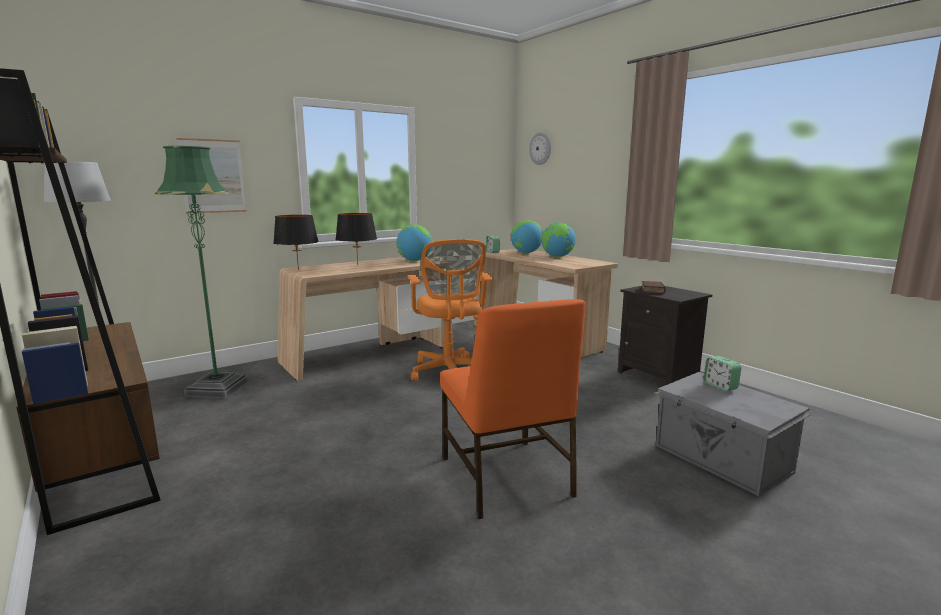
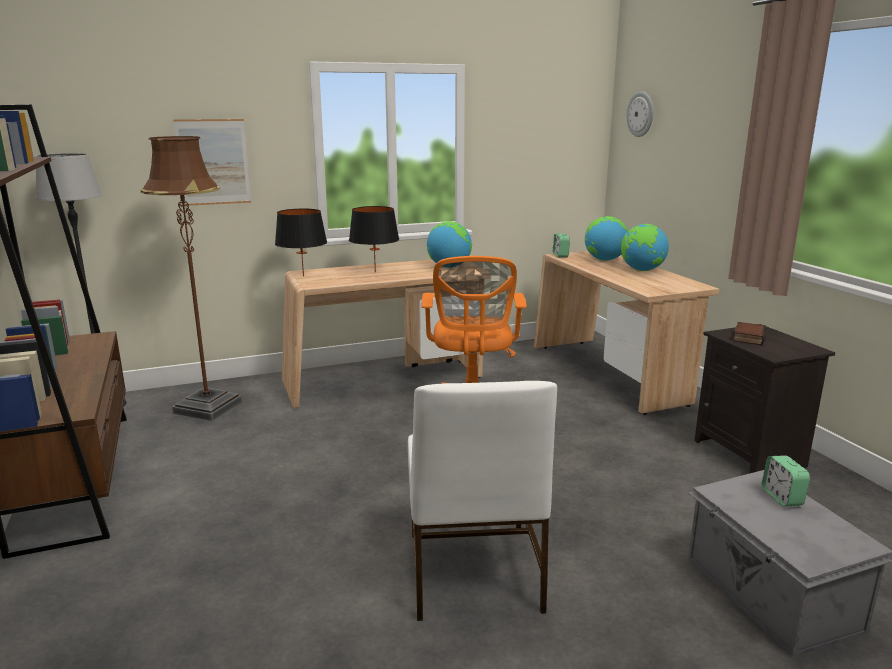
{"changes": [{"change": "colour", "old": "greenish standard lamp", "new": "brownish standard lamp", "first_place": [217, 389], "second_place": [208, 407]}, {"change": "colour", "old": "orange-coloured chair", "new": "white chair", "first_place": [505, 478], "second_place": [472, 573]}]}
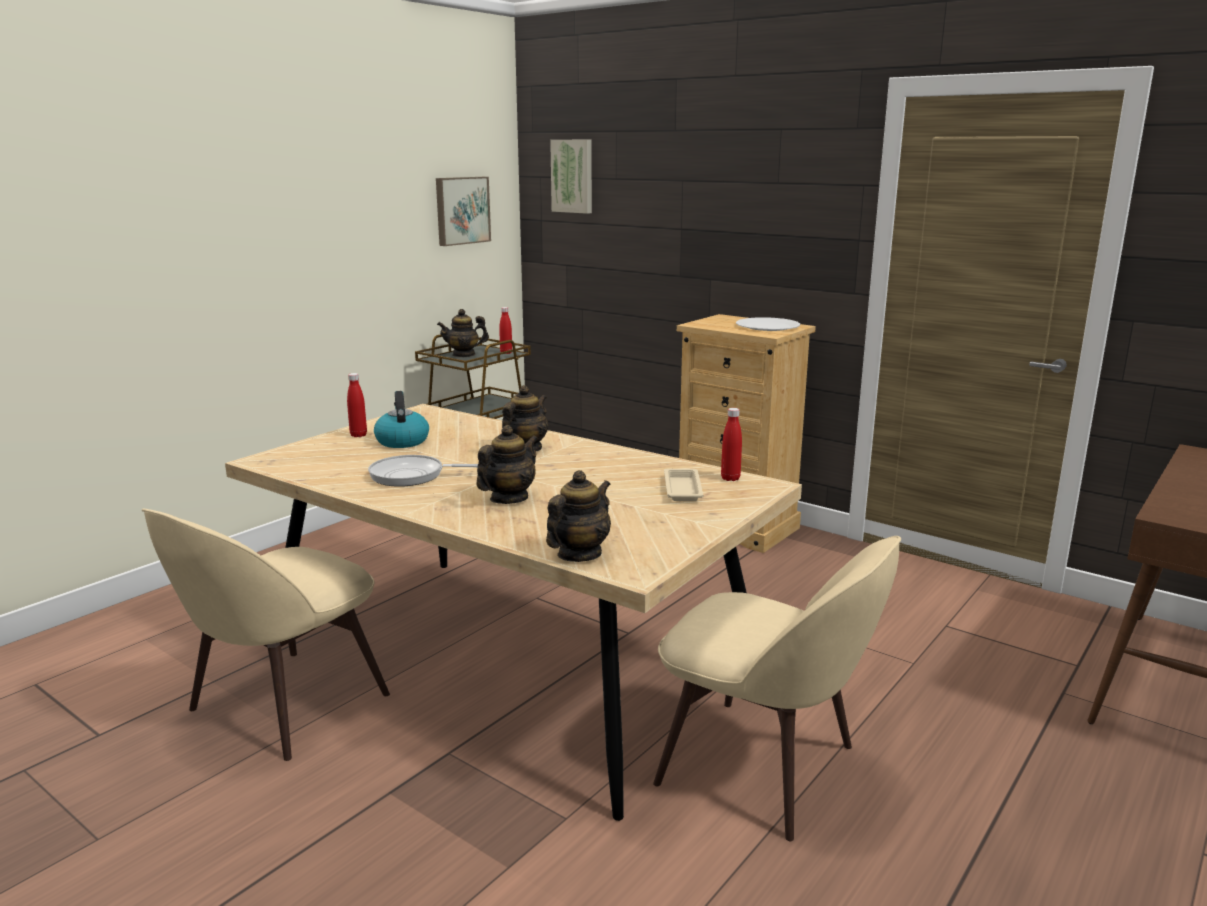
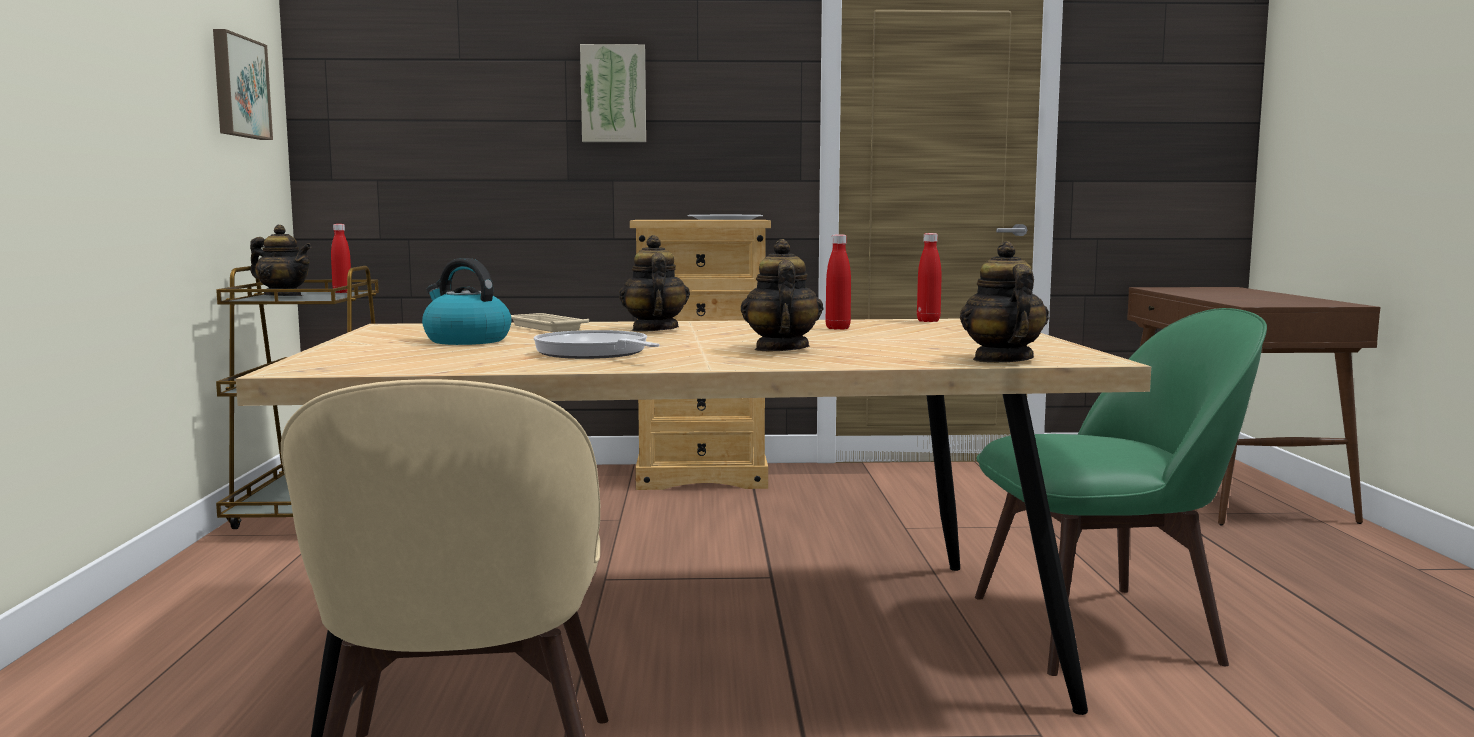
{"changes": [{"change": "relocated", "old": "red-coloured bottle", "first_place": [358, 435], "second_place": [837, 328]}, {"change": "relocated", "old": "wall picture", "first_place": [573, 176], "second_place": [613, 94]}, {"change": "relocated", "old": "beige tray", "first_place": [682, 488], "second_place": [545, 327]}, {"change": "colour", "old": "beige chair", "new": "greenish chair", "first_place": [764, 768], "second_place": [1103, 628]}, {"change": "spun", "old": "pan", "first_place": [411, 476], "second_place": [595, 353], "degrees": 90}, {"change": "spun", "old": "teapot", "first_place": [464, 355], "second_place": [283, 296], "degrees": -105}]}
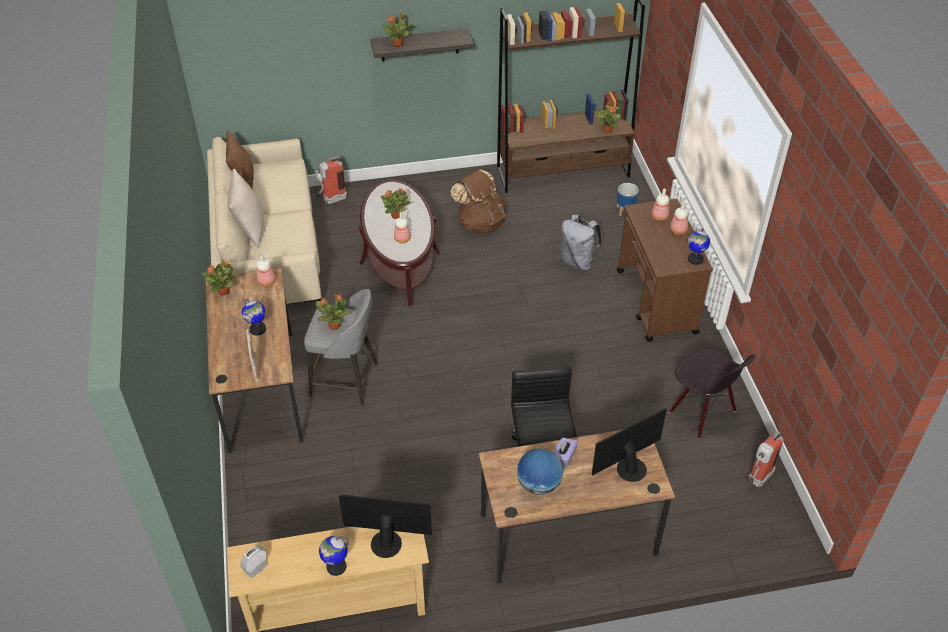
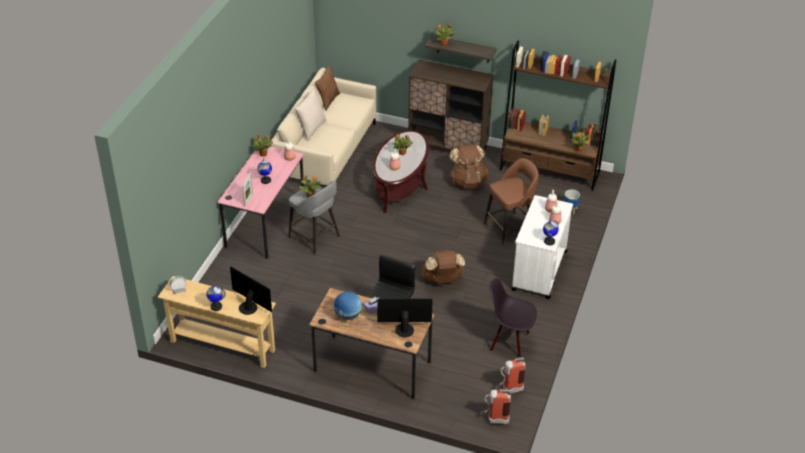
{"changes": [{"change": "appeared", "new": "brownish cupboard", "second_place": [448, 147]}, {"change": "appeared", "new": "brownish backpack", "second_place": [442, 280]}, {"change": "relocated", "old": "extinguisher", "first_place": [331, 200], "second_place": [494, 420]}, {"change": "exchanged", "old": "grey backpack", "new": "brownish sitting stool", "first_place": [577, 261], "second_place": [510, 228]}, {"change": "colour", "old": "brownish desk table", "new": "pinkish desk table", "first_place": [261, 390], "second_place": [265, 223]}, {"change": "colour", "old": "brownish cart", "new": "white cart", "first_place": [656, 302], "second_place": [539, 271]}, {"change": "spun", "old": "black-coloured chair", "first_place": [702, 412], "second_place": [510, 341], "degrees": 120}]}
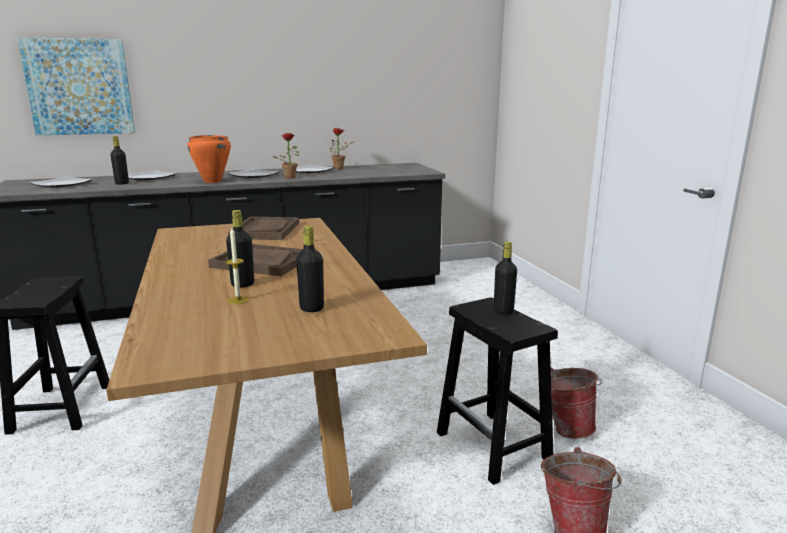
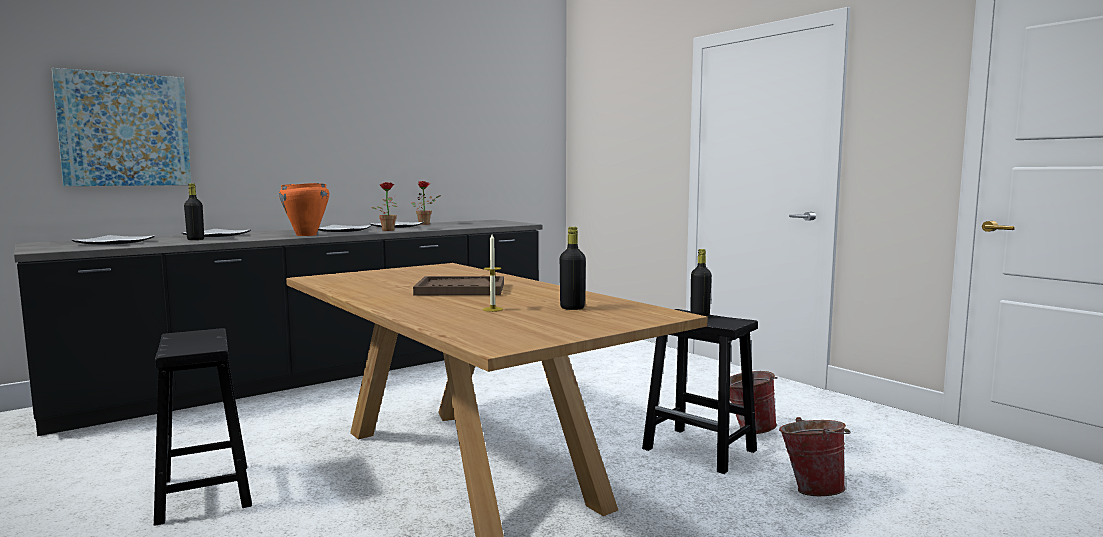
{"changes": [{"change": "missing", "old": "black-coloured bottle", "first_place": [242, 284]}, {"change": "missing", "old": "brownish tray", "first_place": [265, 230]}]}
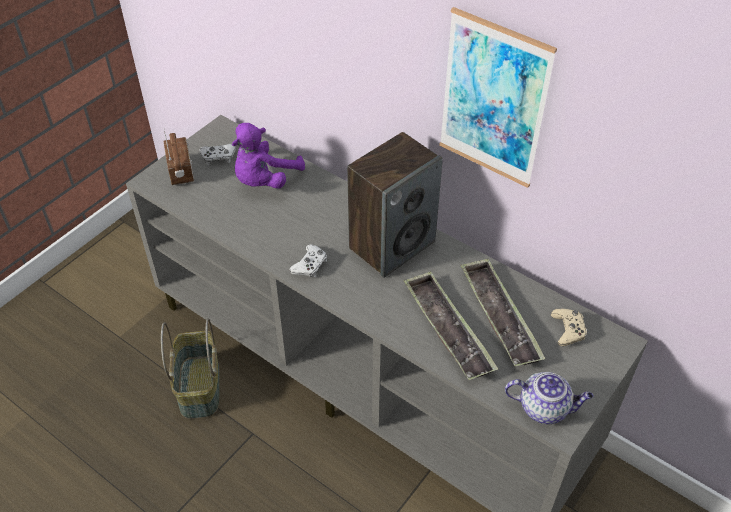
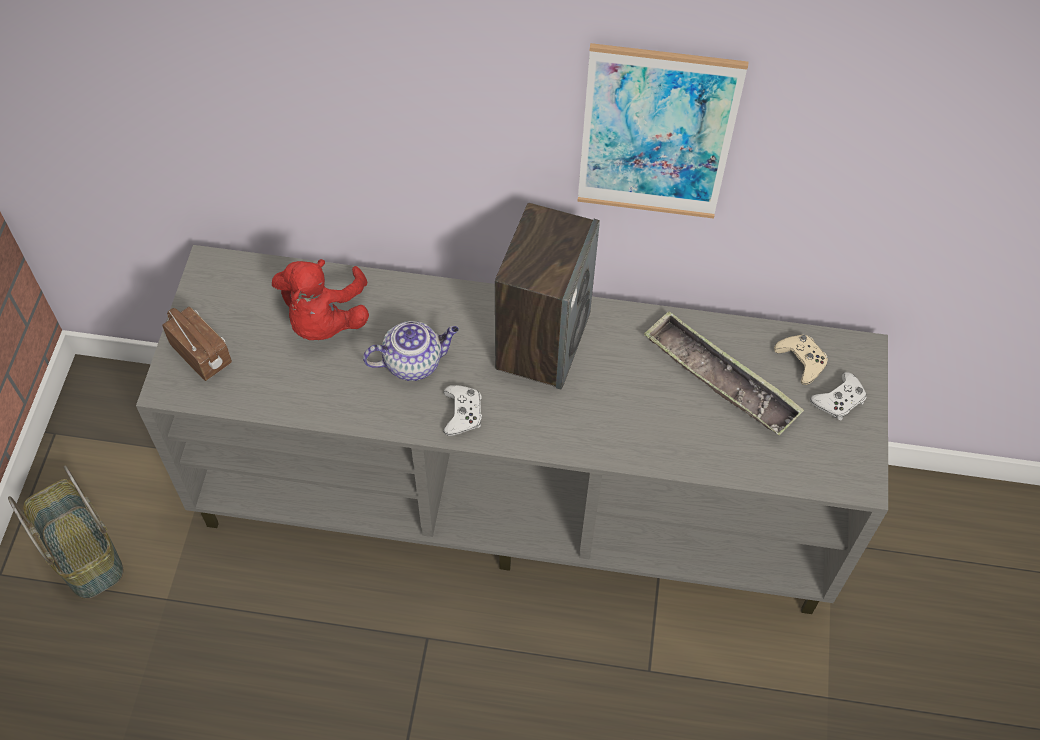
{"changes": [{"change": "missing", "old": "tray", "first_place": [447, 329]}, {"change": "relocated", "old": "basket", "first_place": [198, 386], "second_place": [81, 552]}, {"change": "relocated", "old": "white gamepad", "first_place": [218, 157], "second_place": [839, 400]}, {"change": "relocated", "old": "teapot", "first_place": [545, 408], "second_place": [414, 362]}, {"change": "colour", "old": "purplish soft toy", "new": "red-coloured soft toy", "first_place": [264, 180], "second_place": [323, 319]}]}
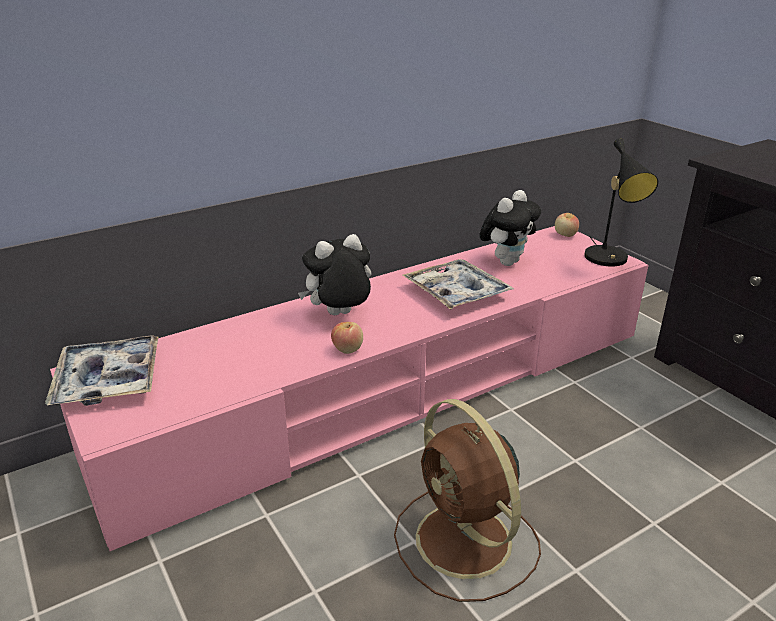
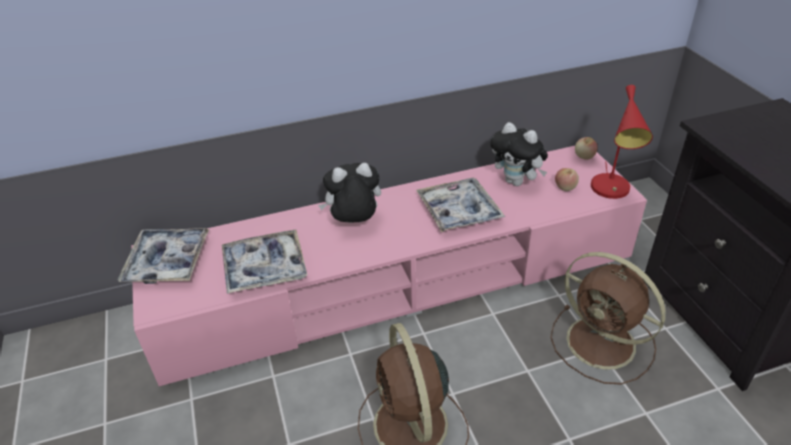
{"changes": [{"change": "appeared", "new": "tray", "second_place": [264, 268]}, {"change": "appeared", "new": "brownish electric fan", "second_place": [603, 344]}, {"change": "relocated", "old": "whole apple", "first_place": [347, 349], "second_place": [565, 187]}, {"change": "colour", "old": "black-coloured table lamp", "new": "red-coloured table lamp", "first_place": [609, 260], "second_place": [612, 191]}, {"change": "spun", "old": "soft toy", "first_place": [506, 261], "second_place": [517, 182], "degrees": 75}]}
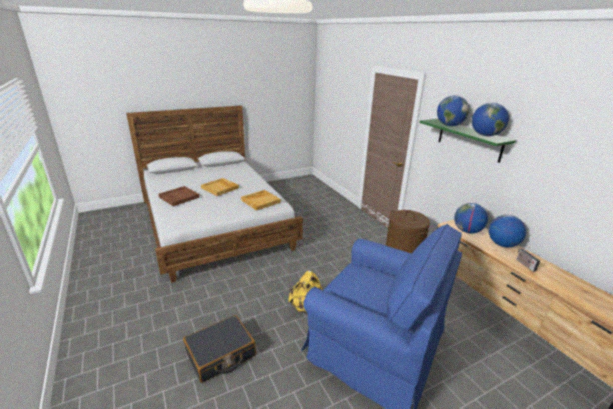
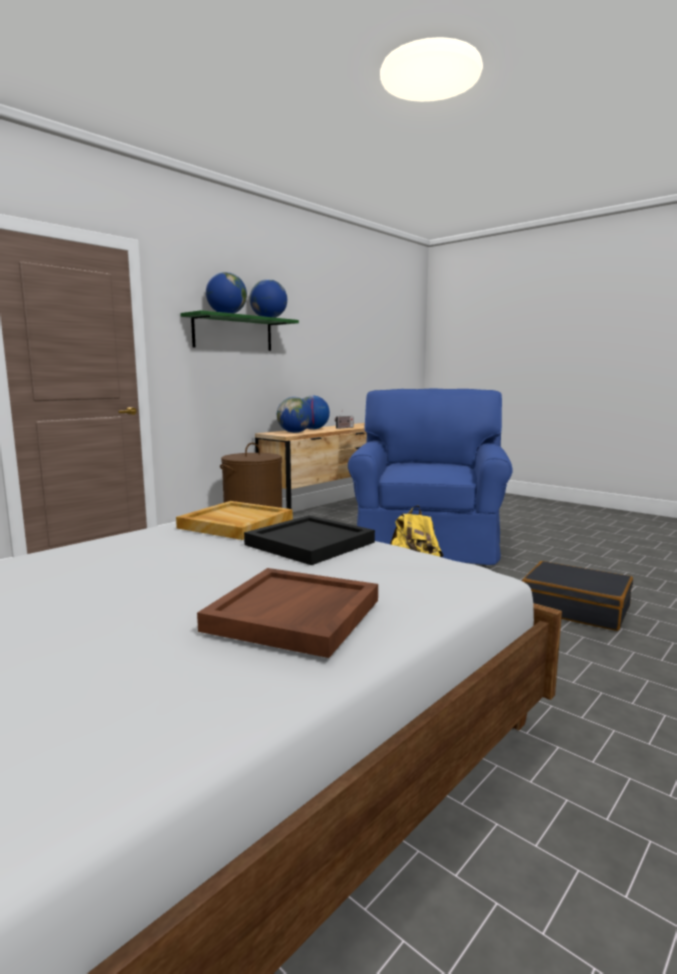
{"changes": [{"change": "missing", "old": "beige tray", "first_place": [220, 188]}, {"change": "appeared", "new": "black-coloured tray", "second_place": [308, 543]}]}
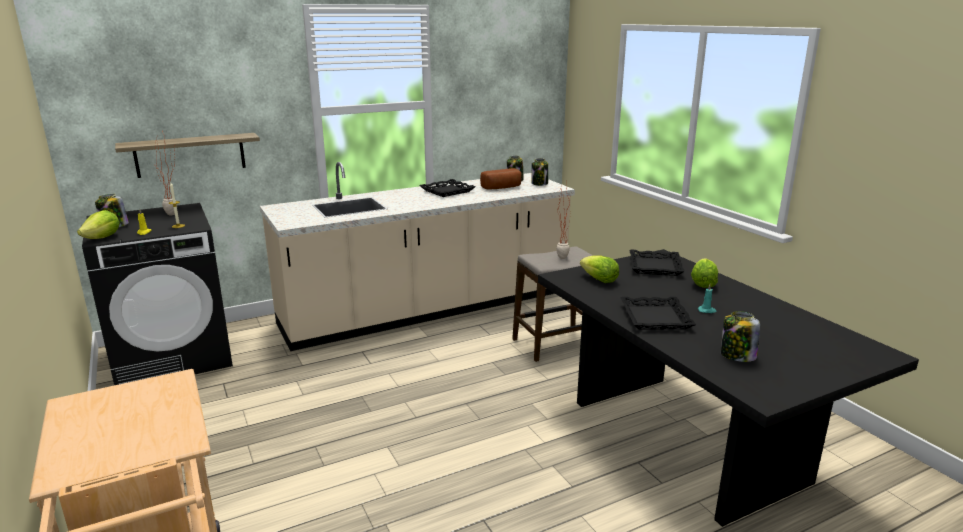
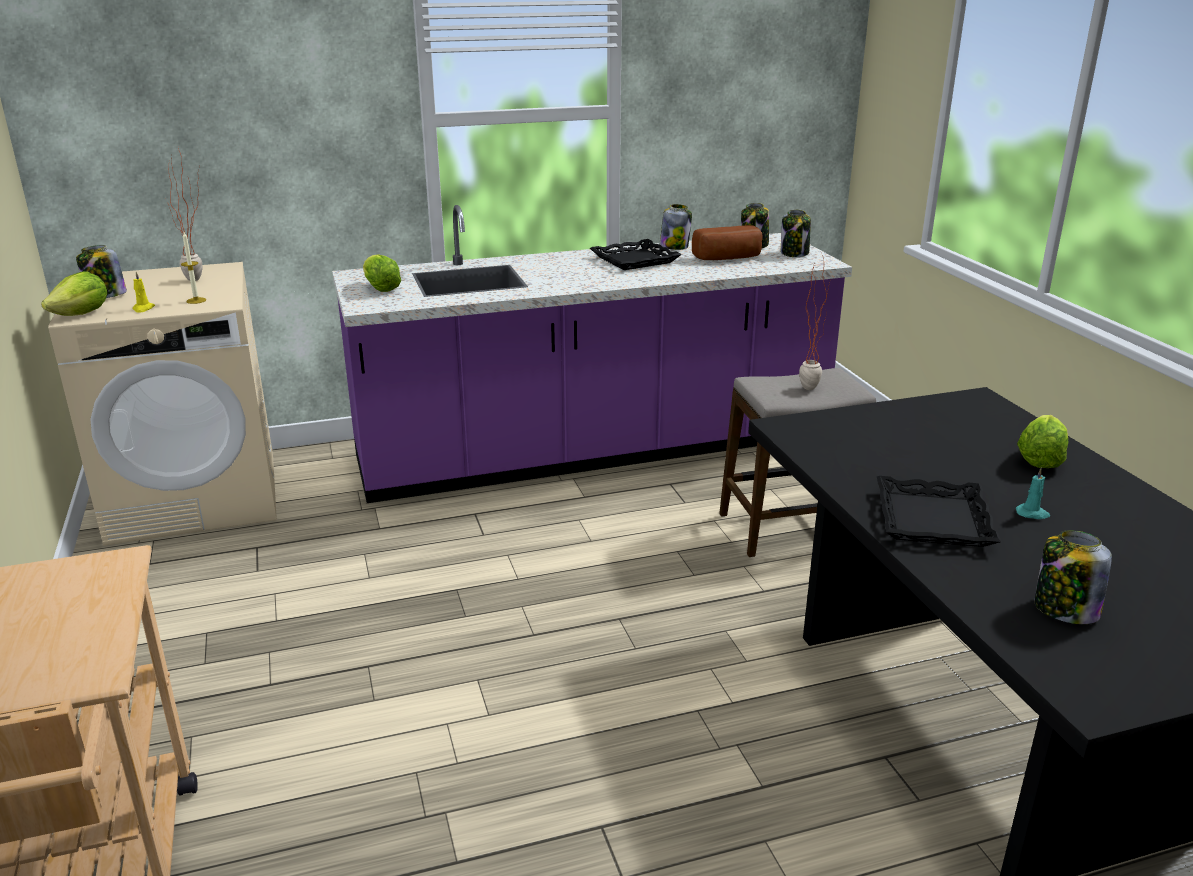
{"changes": [{"change": "missing", "old": "wall shelf", "first_place": [190, 155]}, {"change": "missing", "old": "black-coloured tray", "first_place": [654, 267]}, {"change": "appeared", "new": "jar", "second_place": [674, 247]}, {"change": "relocated", "old": "head of lettuce", "first_place": [599, 280], "second_place": [381, 288]}, {"change": "colour", "old": "black-coloured laundry machine", "new": "beige laundry machine", "first_place": [173, 356], "second_place": [196, 496]}, {"change": "colour", "old": "beige counter", "new": "purplish counter", "first_place": [428, 309], "second_place": [594, 451]}]}
